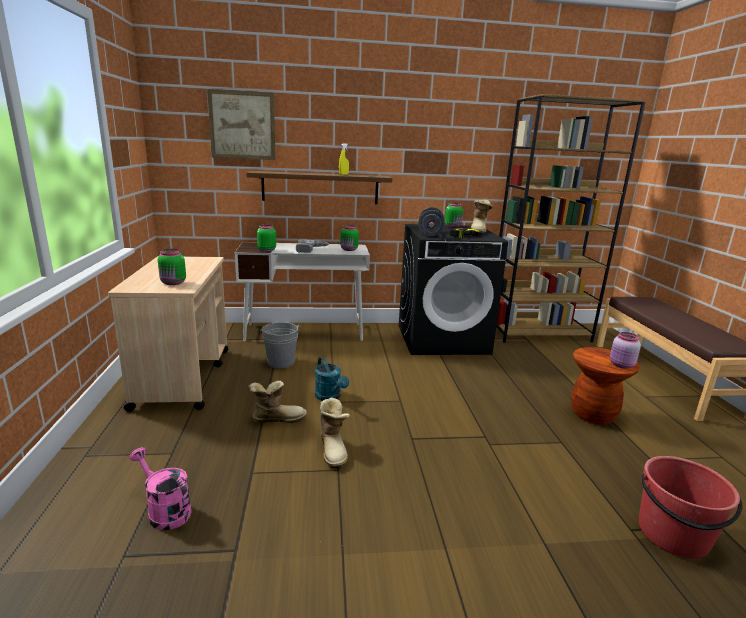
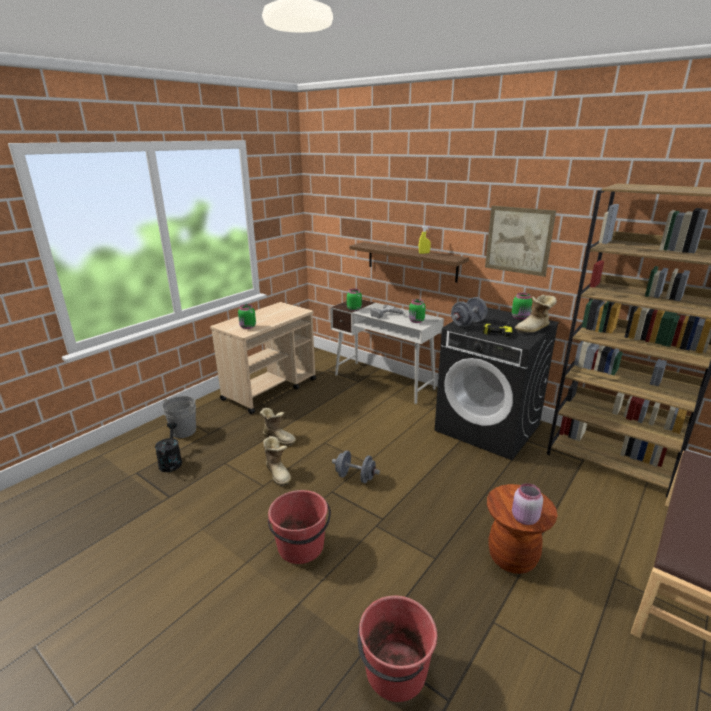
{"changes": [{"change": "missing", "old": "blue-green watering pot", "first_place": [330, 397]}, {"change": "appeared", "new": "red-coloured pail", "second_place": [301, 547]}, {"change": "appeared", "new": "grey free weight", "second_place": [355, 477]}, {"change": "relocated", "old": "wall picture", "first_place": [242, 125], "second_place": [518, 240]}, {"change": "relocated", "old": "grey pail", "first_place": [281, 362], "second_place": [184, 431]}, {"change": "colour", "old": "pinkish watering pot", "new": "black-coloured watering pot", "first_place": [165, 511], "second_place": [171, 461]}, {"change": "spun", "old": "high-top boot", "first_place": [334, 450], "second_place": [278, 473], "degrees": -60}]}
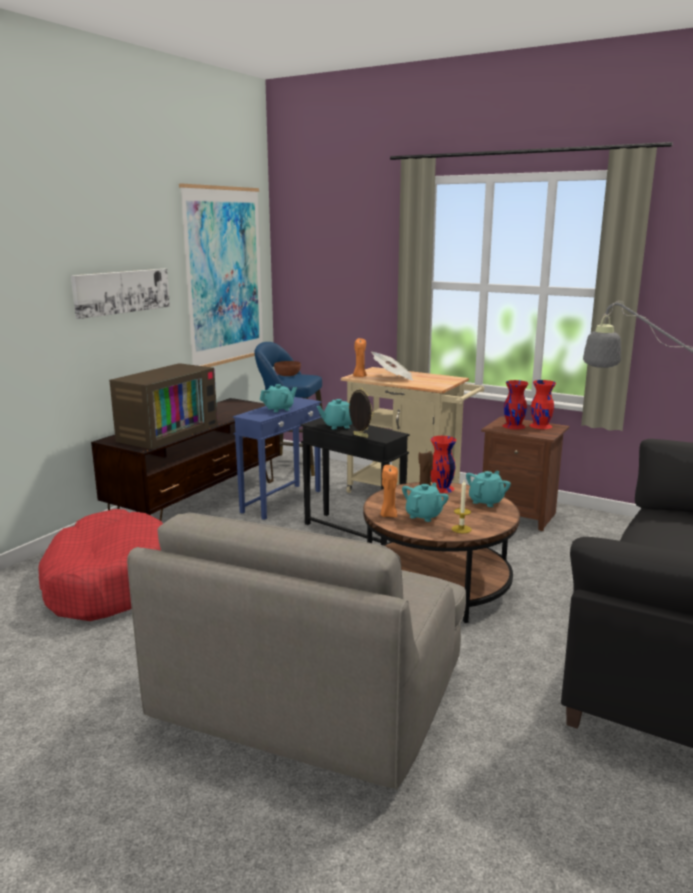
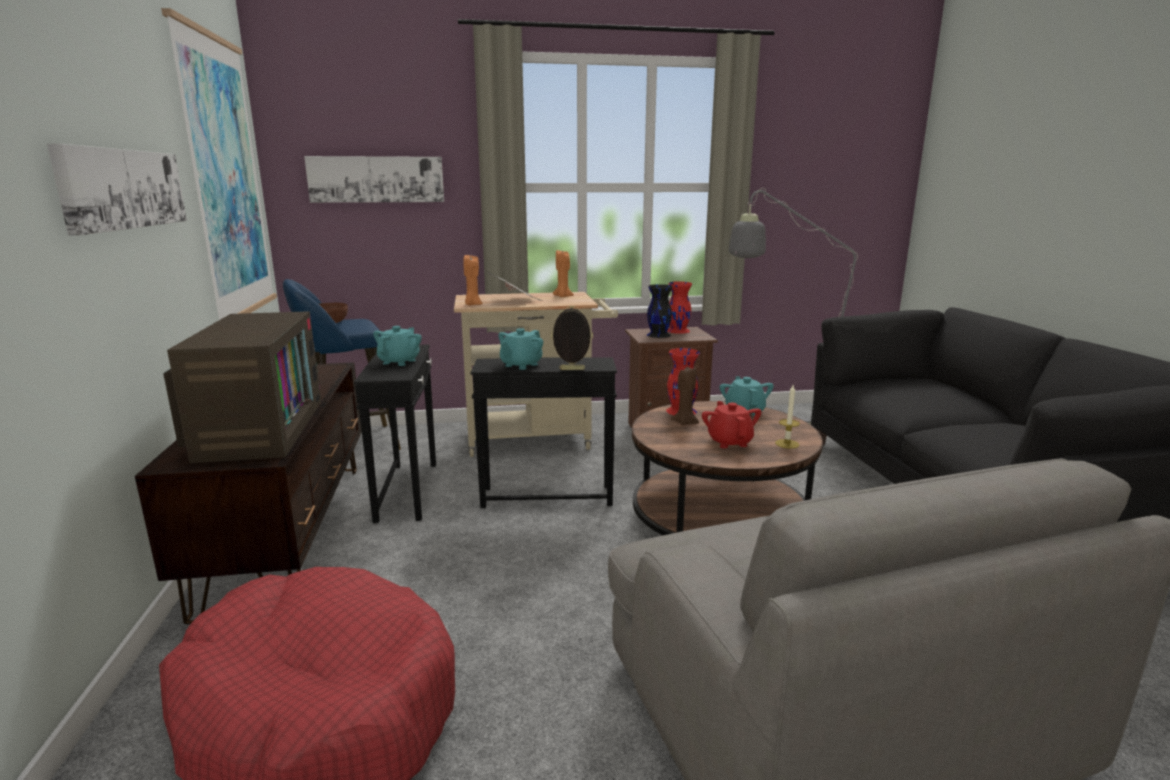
{"changes": [{"change": "appeared", "new": "wall picture", "second_place": [376, 179]}, {"change": "relocated", "old": "orange-coloured wax candle", "first_place": [388, 515], "second_place": [562, 296]}, {"change": "colour", "old": "blue-coloured side table", "new": "black-coloured side table", "first_place": [282, 501], "second_place": [408, 490]}, {"change": "colour", "old": "blue-green teapot", "new": "red-coloured teapot", "first_place": [424, 515], "second_place": [729, 442]}, {"change": "colour", "old": "red-coloured vase", "new": "black-coloured vase", "first_place": [514, 426], "second_place": [658, 335]}]}
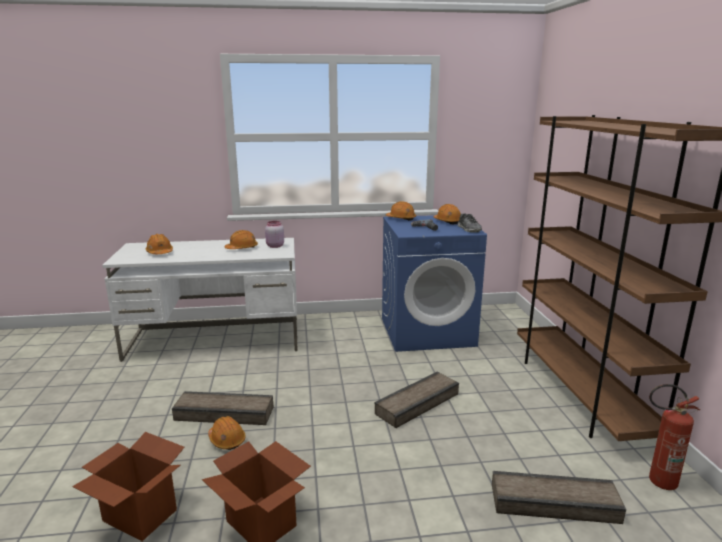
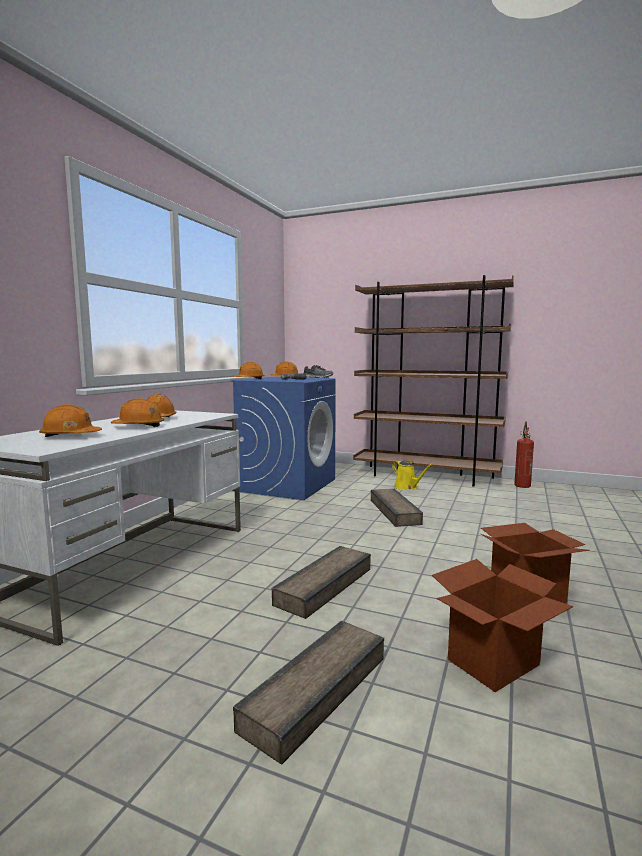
{"changes": [{"change": "missing", "old": "pinkish jar", "first_place": [274, 246]}, {"change": "appeared", "new": "yellowish watering pot", "second_place": [407, 487]}, {"change": "relocated", "old": "orange-coloured work helmet", "first_place": [227, 440], "second_place": [139, 426]}, {"change": "relocated", "old": "crate", "first_place": [555, 504], "second_place": [319, 692]}]}
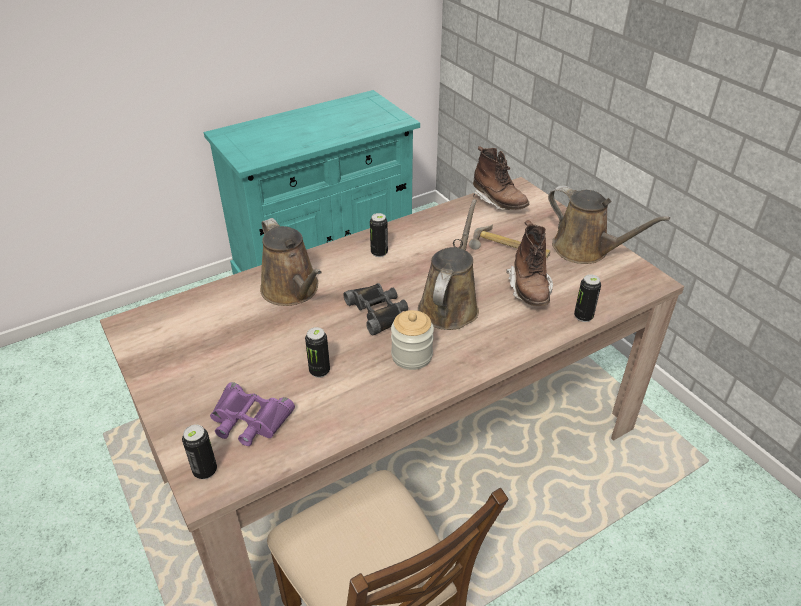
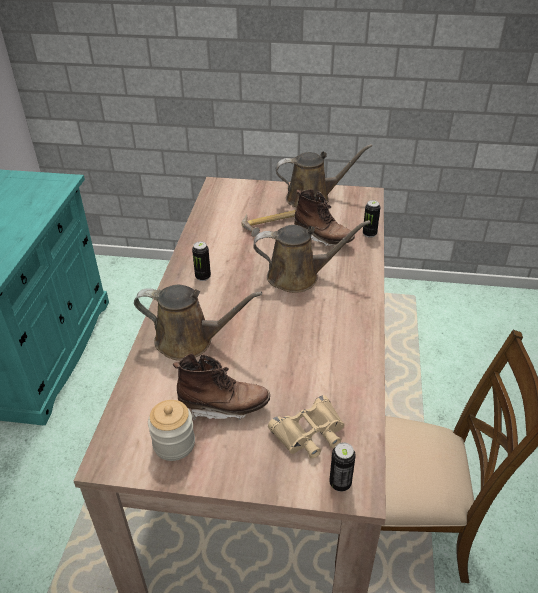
{"changes": [{"change": "missing", "old": "sealed can", "first_place": [319, 371]}, {"change": "missing", "old": "black-coloured binoculars", "first_place": [378, 311]}, {"change": "relocated", "old": "jar", "first_place": [411, 356], "second_place": [174, 444]}, {"change": "relocated", "old": "brownish high-top boot", "first_place": [498, 202], "second_place": [223, 406]}, {"change": "colour", "old": "purplish binoculars", "new": "beige binoculars", "first_place": [249, 420], "second_place": [310, 433]}, {"change": "spun", "old": "brownish watering pot", "first_place": [450, 305], "second_place": [298, 276], "degrees": 120}]}
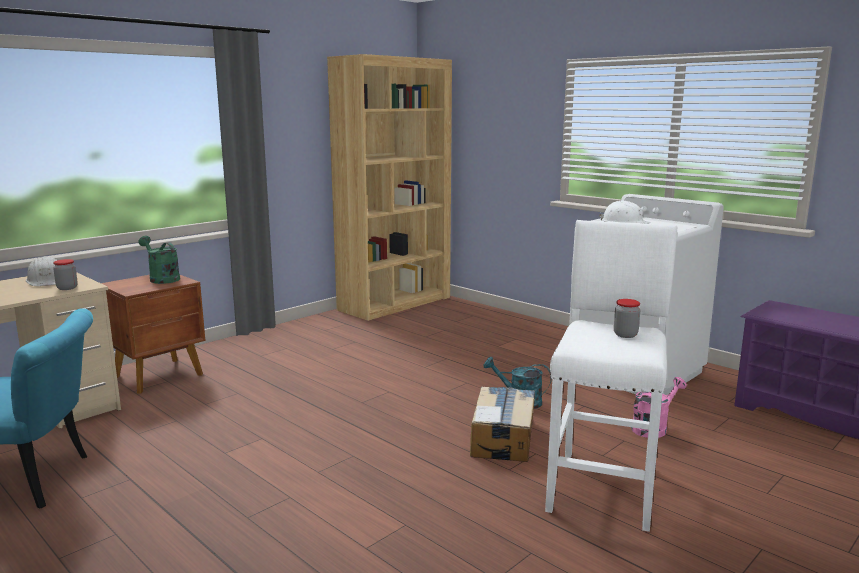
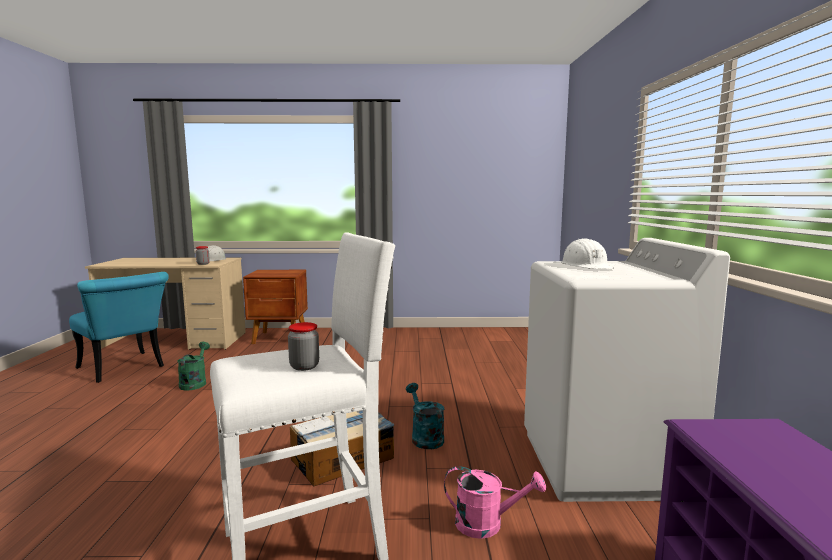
{"changes": [{"change": "missing", "old": "brownish bookcase", "first_place": [395, 303]}, {"change": "relocated", "old": "greenish watering pot", "first_place": [161, 278], "second_place": [194, 383]}]}
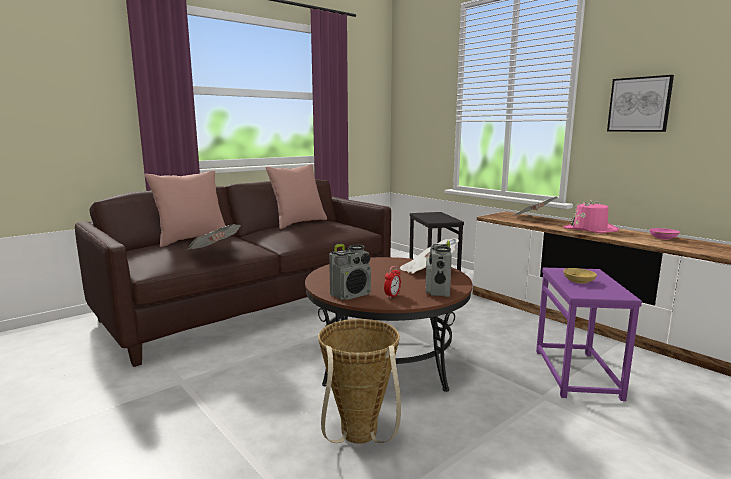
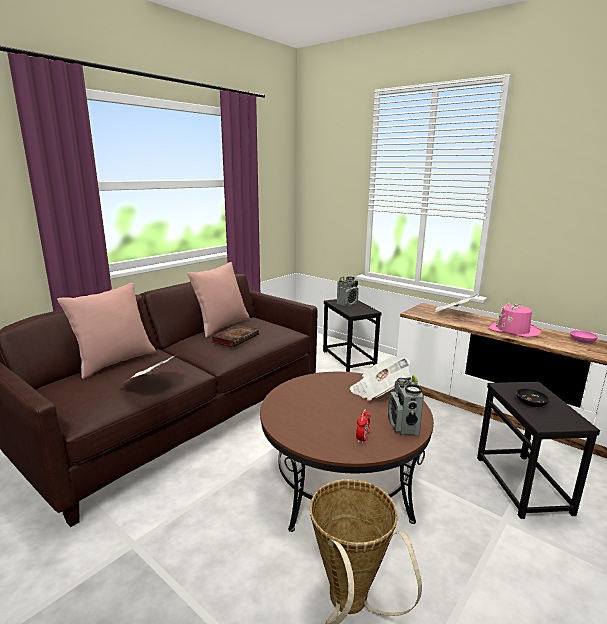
{"changes": [{"change": "missing", "old": "wall picture", "first_place": [639, 104]}, {"change": "appeared", "new": "volume", "second_place": [235, 338]}, {"change": "relocated", "old": "radio receiver", "first_place": [351, 295], "second_place": [347, 303]}, {"change": "colour", "old": "purplish side table", "new": "black-coloured side table", "first_place": [577, 374], "second_place": [523, 484]}, {"change": "colour", "old": "beige bowl", "new": "black-coloured bowl", "first_place": [579, 281], "second_place": [531, 403]}]}
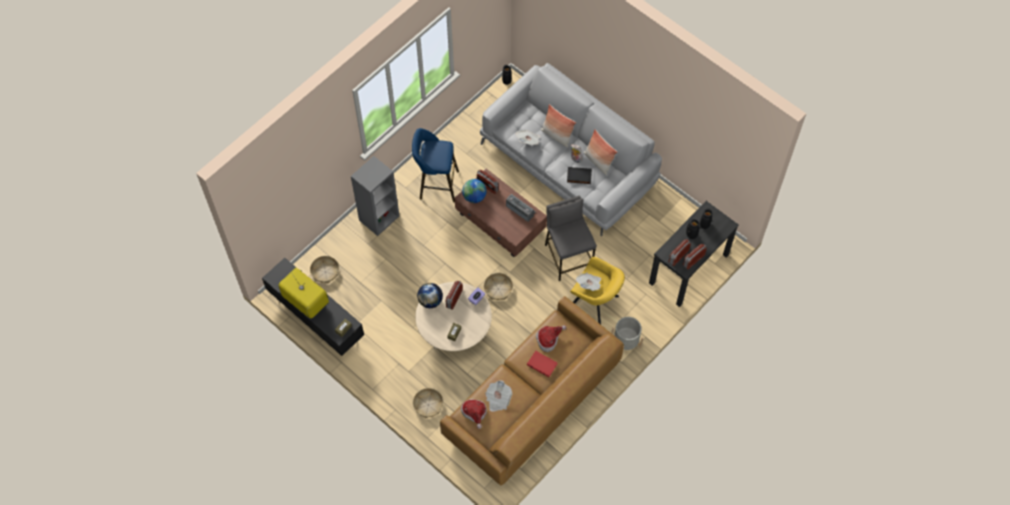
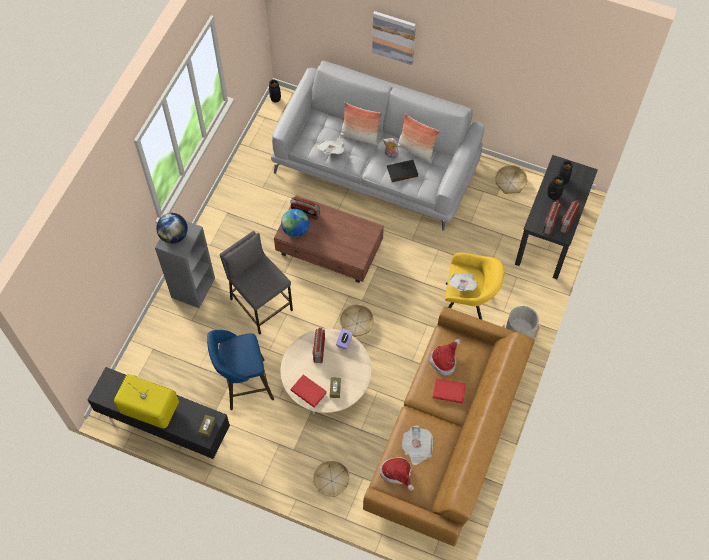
{"changes": [{"change": "missing", "old": "radio receiver", "first_place": [520, 210]}, {"change": "appeared", "new": "red-coloured volume", "second_place": [309, 391]}, {"change": "appeared", "new": "wall picture", "second_place": [394, 37]}, {"change": "relocated", "old": "basket", "first_place": [325, 271], "second_place": [510, 182]}, {"change": "relocated", "old": "blue-coloured sitting stool", "first_place": [436, 184], "second_place": [243, 385]}, {"change": "relocated", "old": "desk globe", "first_place": [430, 301], "second_place": [174, 235]}, {"change": "relocated", "old": "grey sitting stool", "first_place": [568, 257], "second_place": [261, 304]}]}
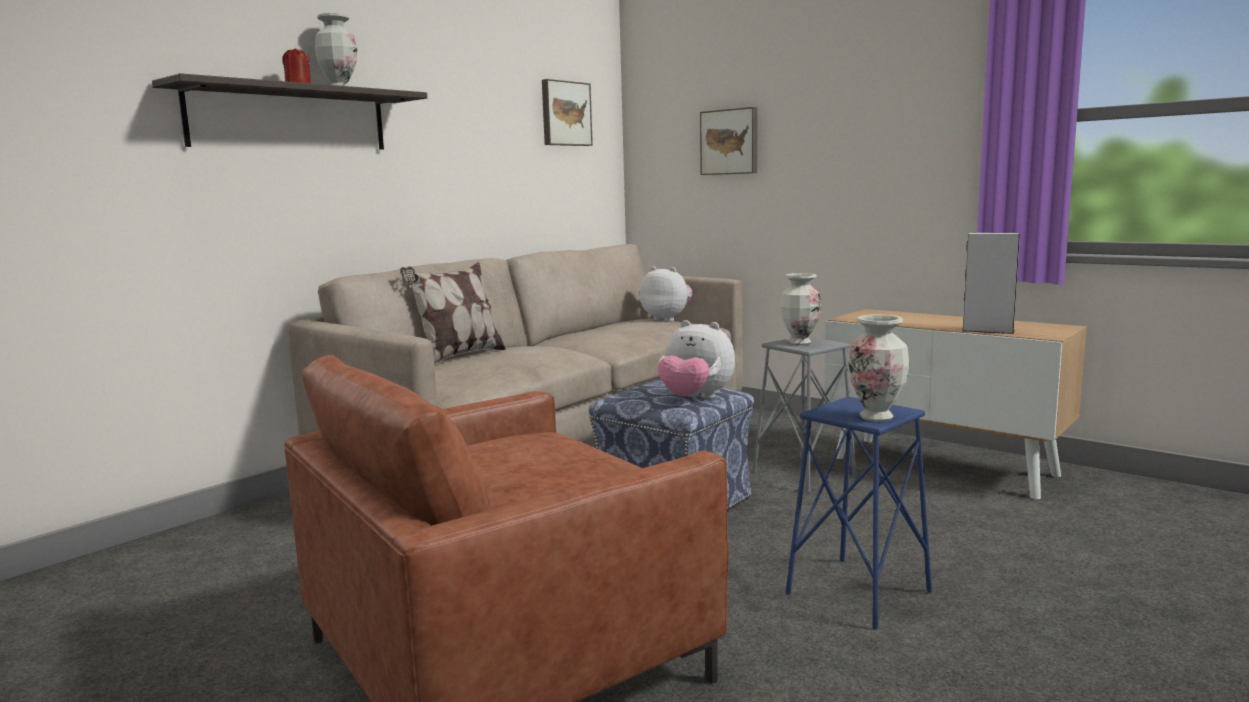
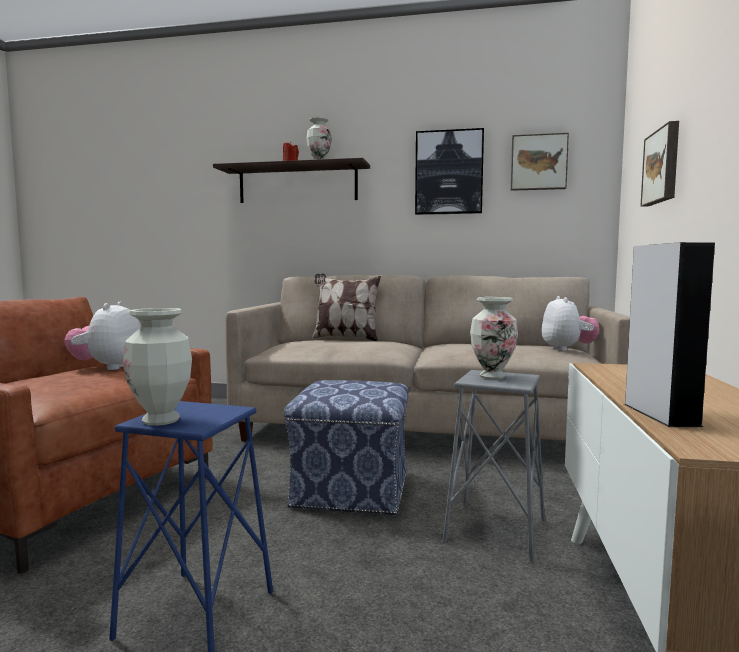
{"changes": [{"change": "appeared", "new": "wall picture", "second_place": [449, 173]}, {"change": "relocated", "old": "soft toy", "first_place": [695, 398], "second_place": [107, 367]}]}
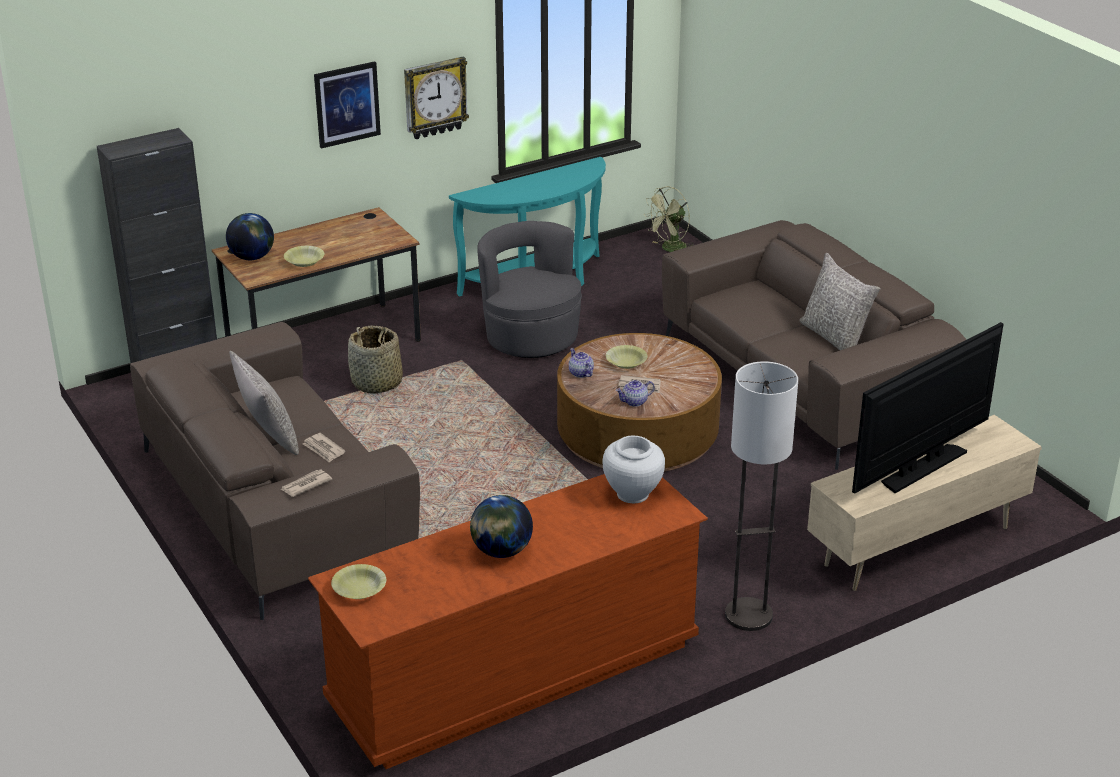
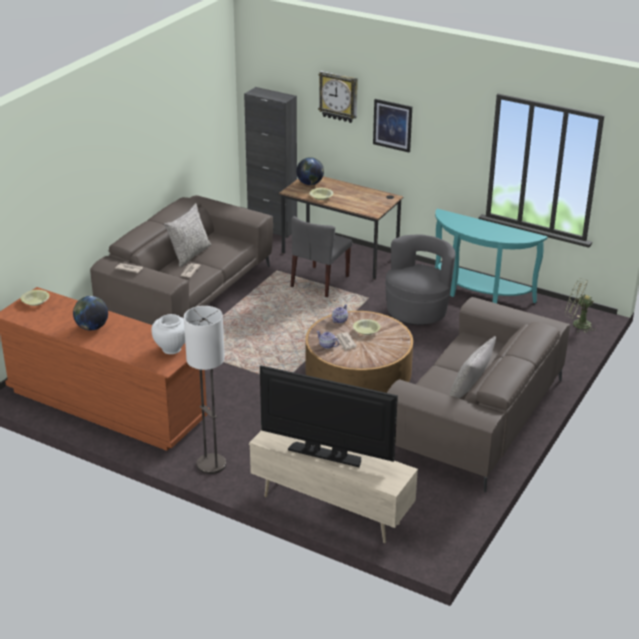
{"changes": [{"change": "relocated", "old": "wall clock", "first_place": [435, 97], "second_place": [339, 96]}, {"change": "exchanged", "old": "basket", "new": "grey chair", "first_place": [377, 383], "second_place": [320, 282]}]}
